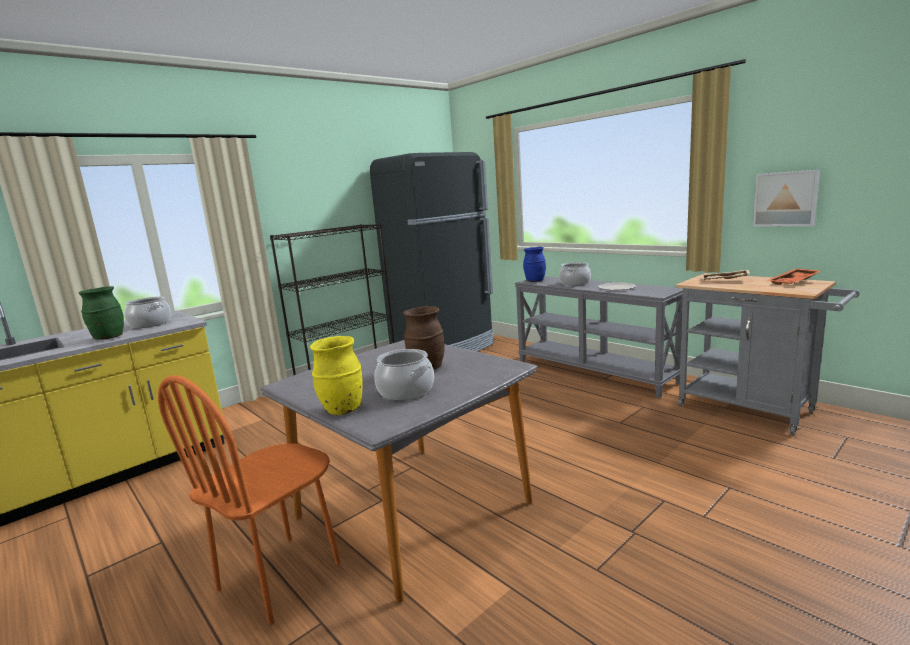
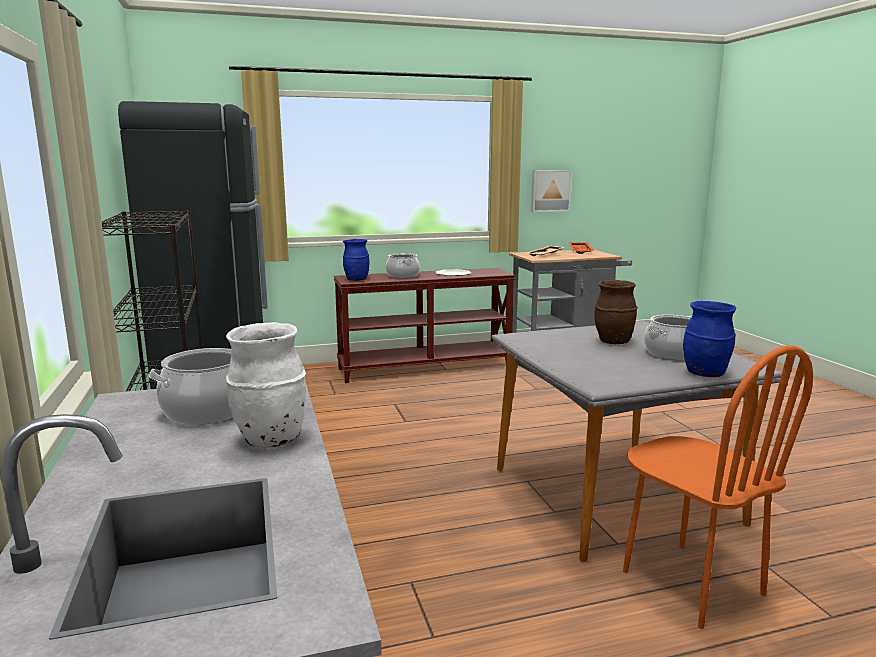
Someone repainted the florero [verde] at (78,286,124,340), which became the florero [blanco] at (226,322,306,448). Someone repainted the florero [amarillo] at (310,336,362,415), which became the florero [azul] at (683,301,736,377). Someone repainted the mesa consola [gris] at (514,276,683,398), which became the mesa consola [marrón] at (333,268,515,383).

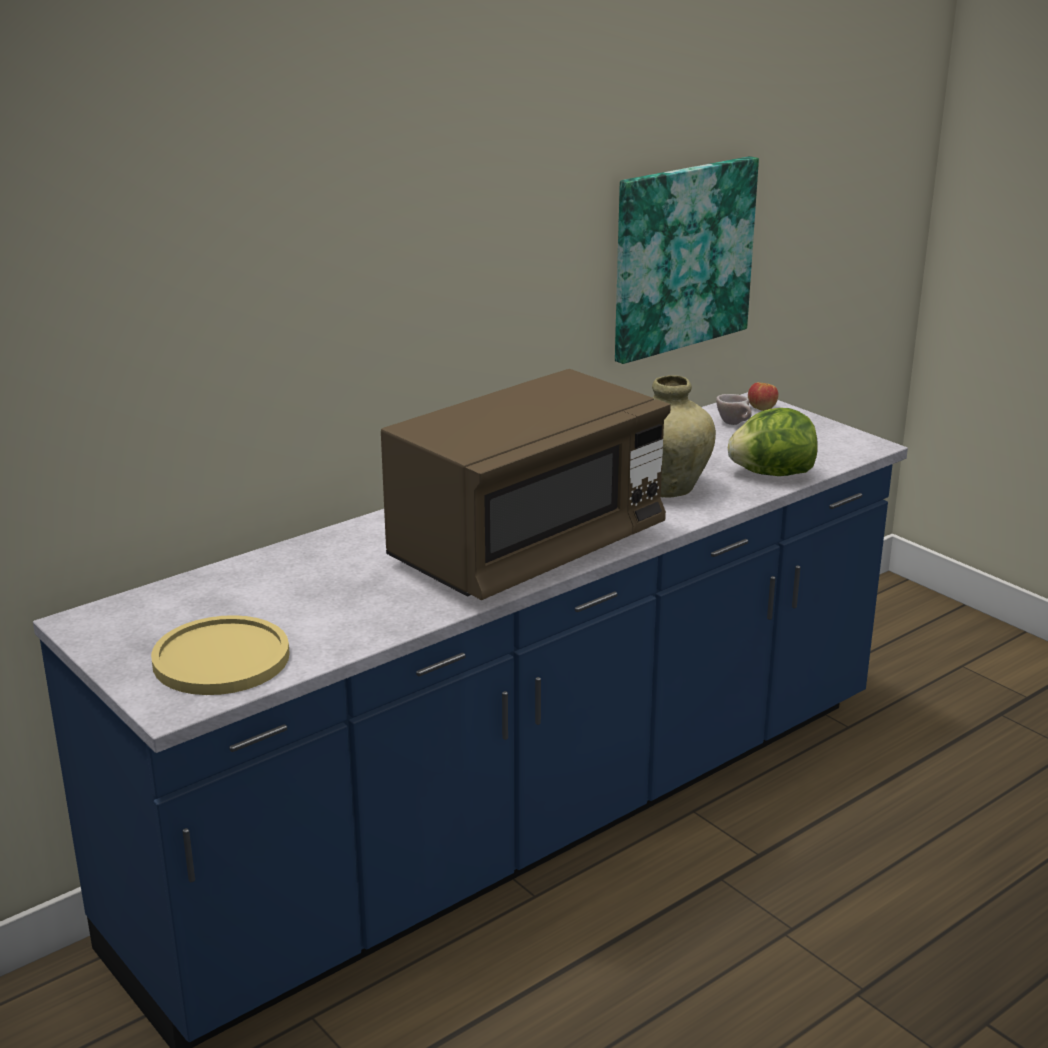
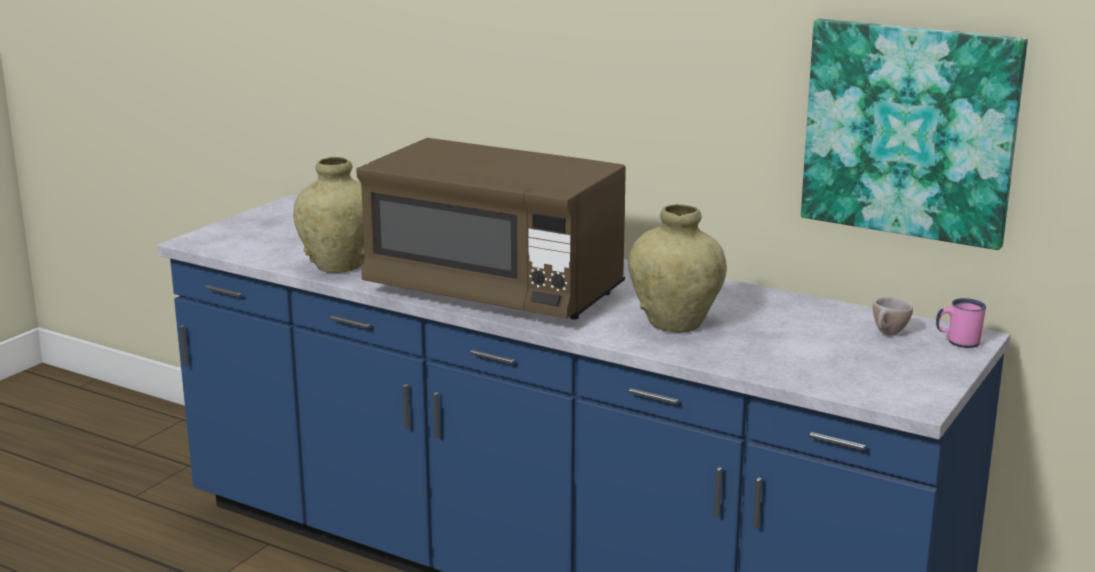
Someone took away the plato [amarillo] at (151,615,290,695). Someone took away the lechuga at (728,408,818,476). Someone put down the florero [beis] at (293,157,365,273). Someone swapped the manzana at (748,382,778,411) for the taza grande [rosa] at (936,298,986,348).

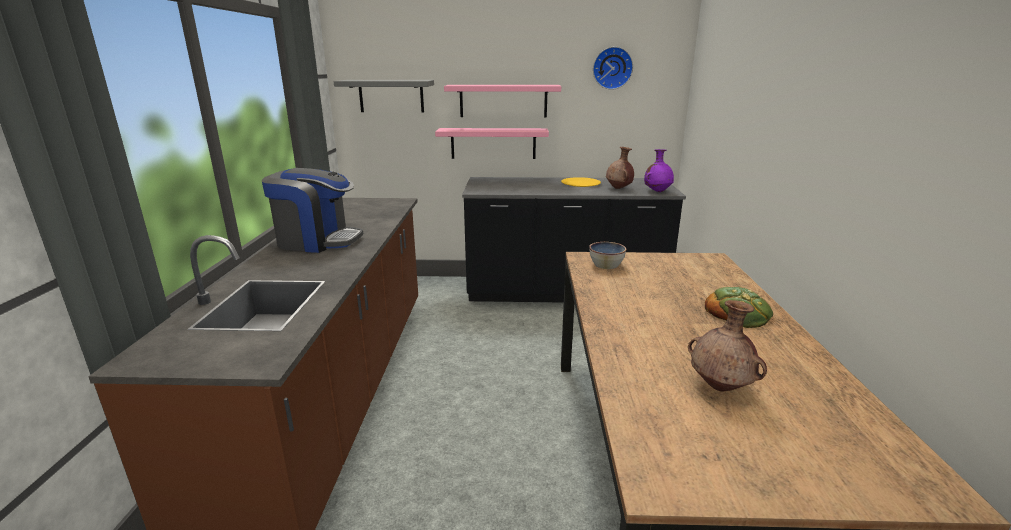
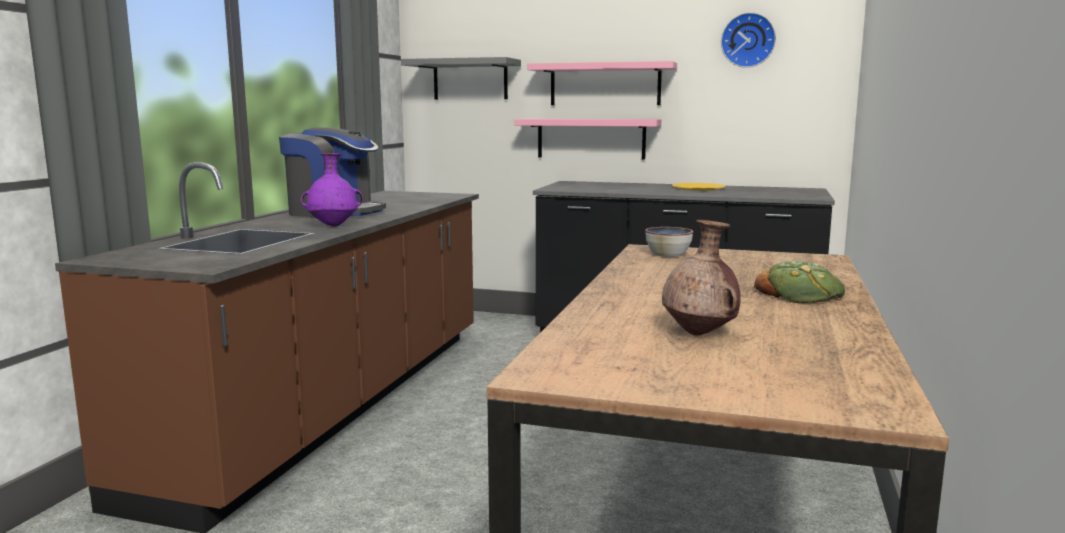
Someone took away the florero [marrón] at (606,147,634,189). Someone carried the florero [morado] from (644,149,674,192) to (300,153,363,227).

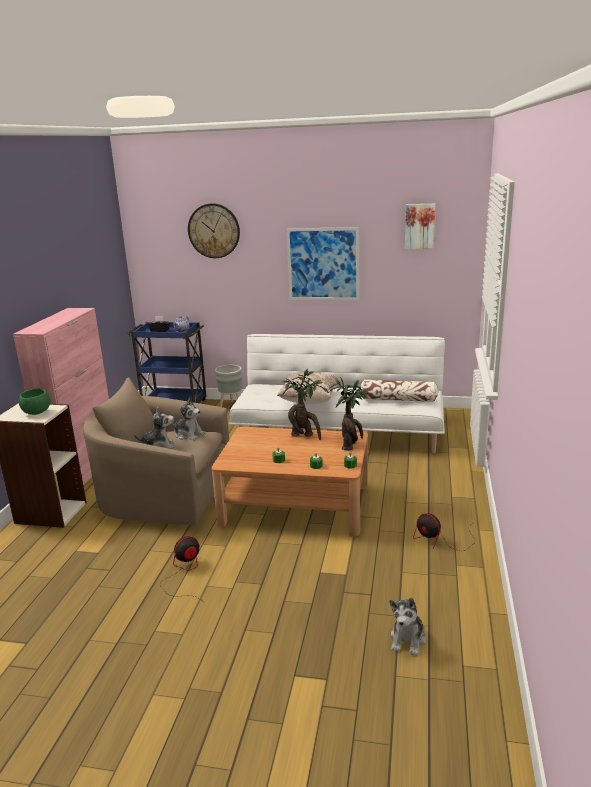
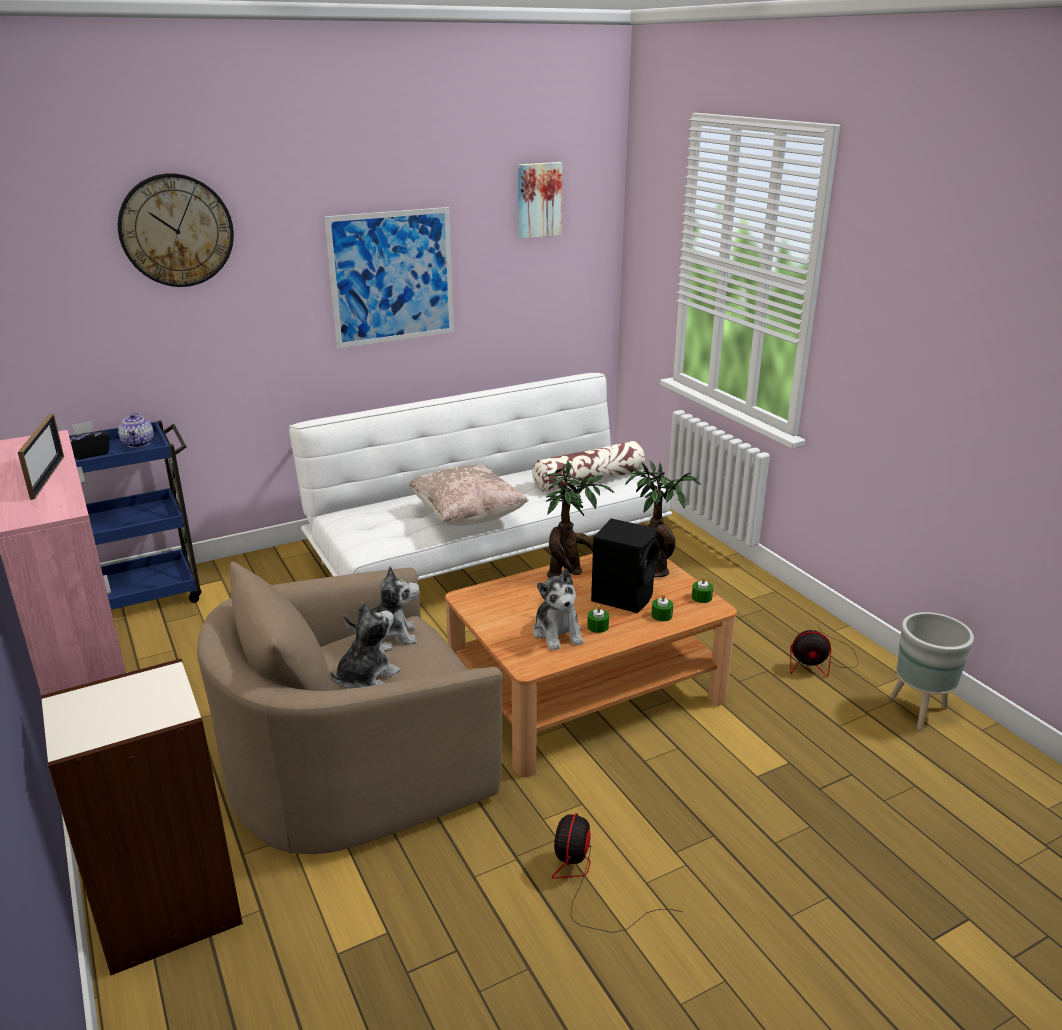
Someone took away the cuenco [verde] at (19,389,51,415). Someone put down the portarretratos at (18,413,64,500). Someone put down the altavoz [negro] at (591,518,660,613). Someone carried the maceta [gris] from (215,365,242,407) to (890,612,974,730). Someone carried the peluche from (389,598,426,656) to (533,569,584,651).

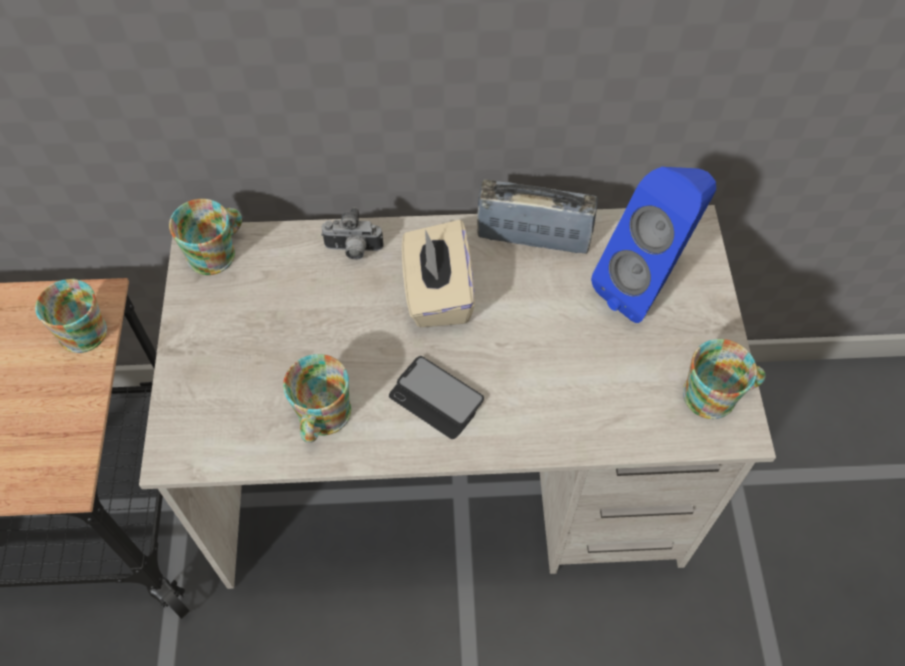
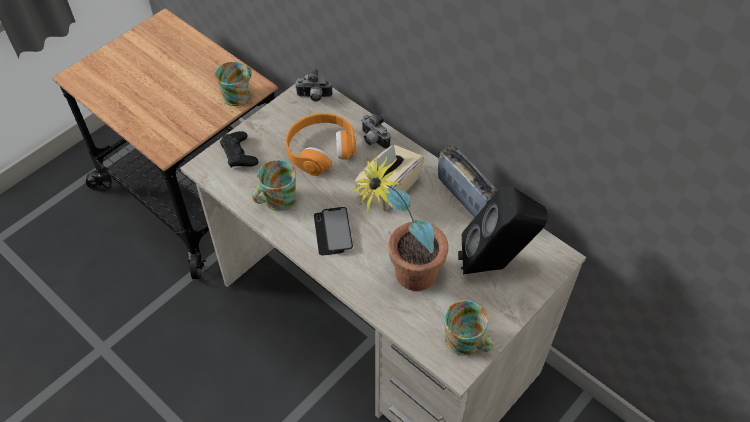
Someone put down the mando de consola [negro] at (220,131,259,168). Someone put down the auriculares [naranja] at (286,113,356,176). Someone put down the planta en maceta at (351,156,449,291). Someone swapped the taza grande at (169,199,242,275) for the cámara at (295,69,333,102). Someone repainted the altavoz [azul] at (591,167,716,323), which became the altavoz [negro] at (458,186,548,275).

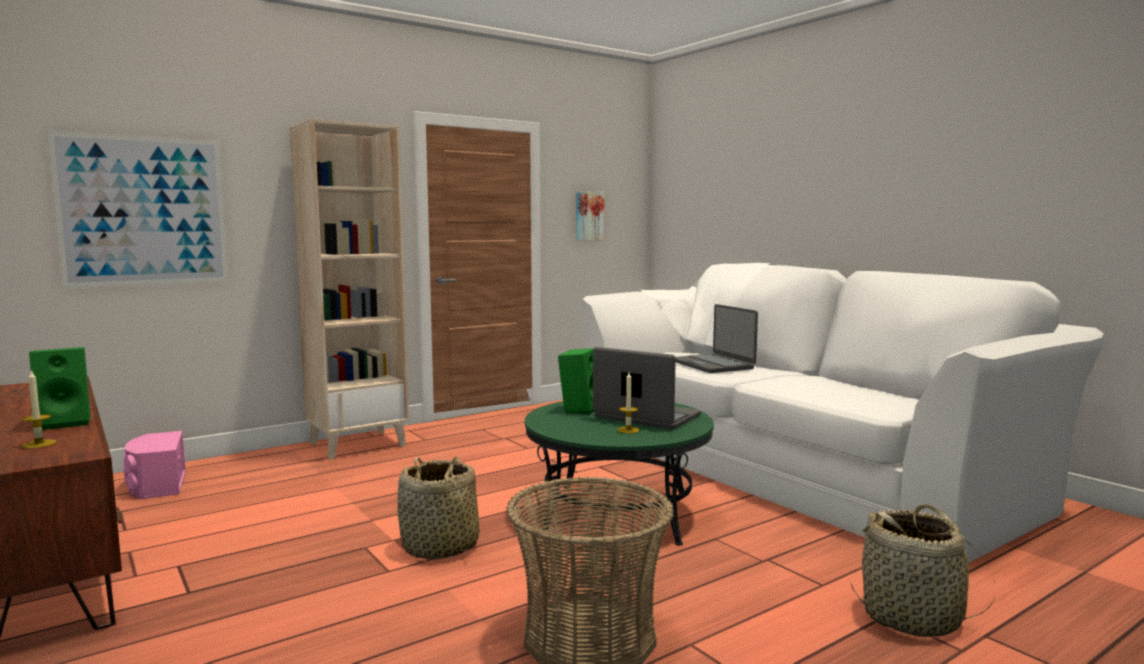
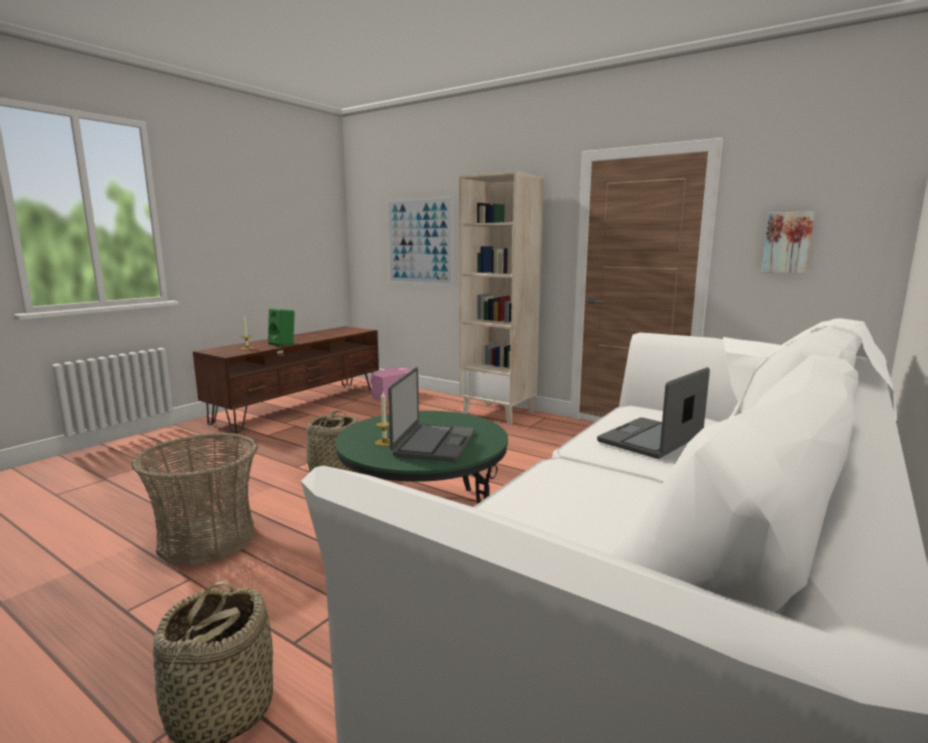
Someone took away the altavoz [verde] at (558,348,594,415).

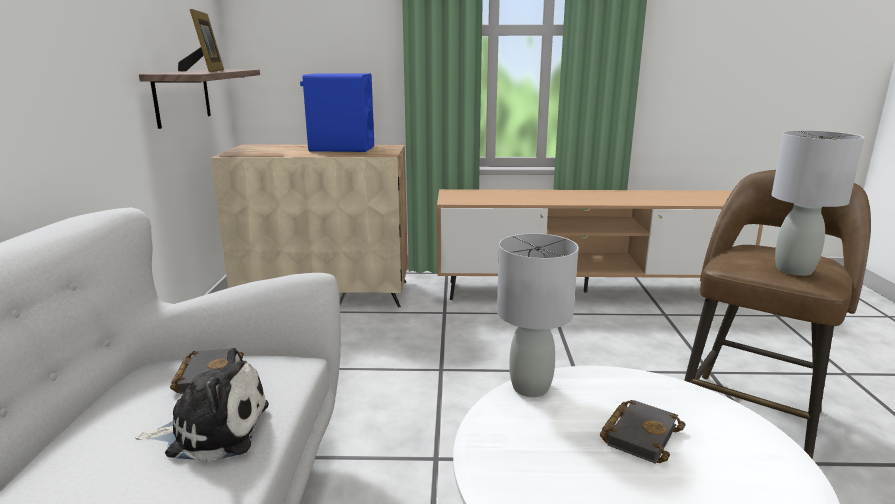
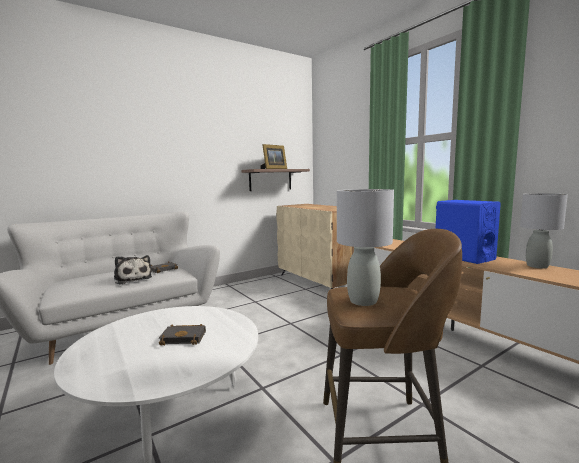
Someone carried the altavoz [azul] from (300,73,374,152) to (435,200,501,264). Someone carried the lámpara de mesa [gris] from (497,233,579,397) to (520,193,568,269).

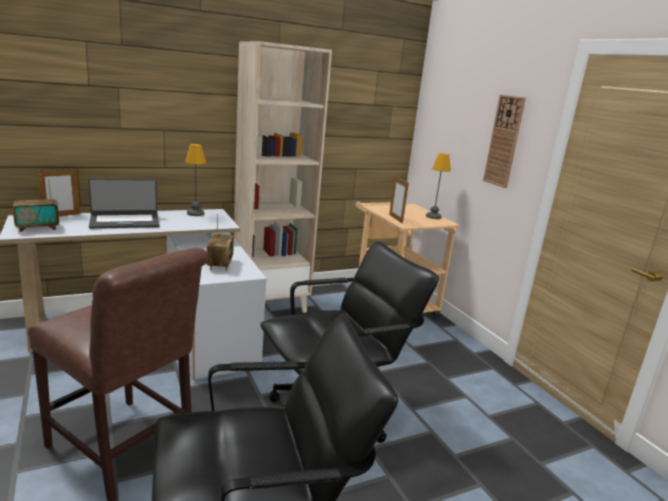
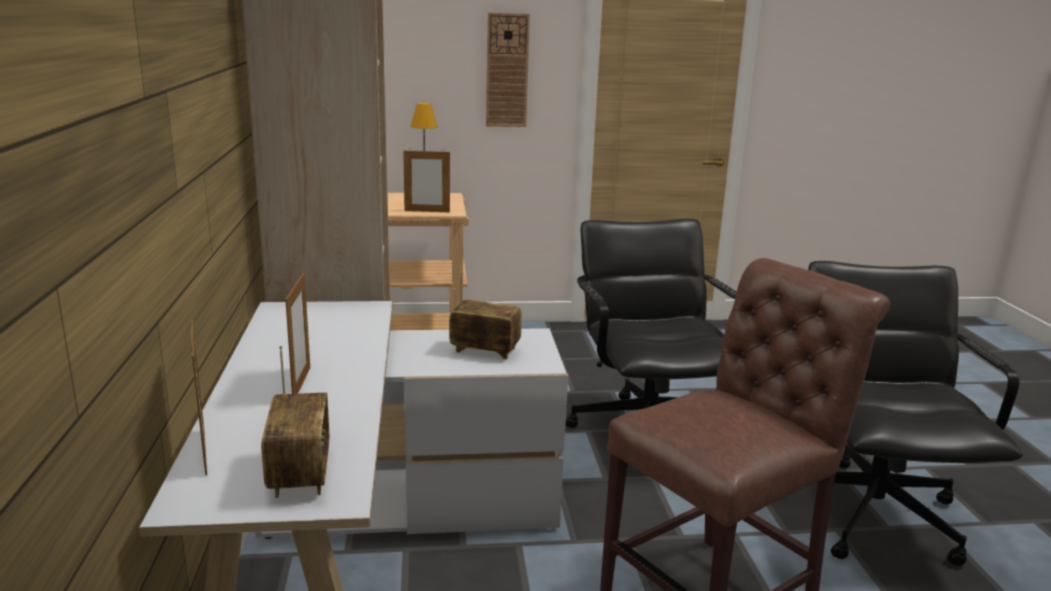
Someone took away the lámpara de mesa at (185,144,206,216). Someone swapped the portátil at (88,178,159,229) for the portarretratos at (285,272,310,394).

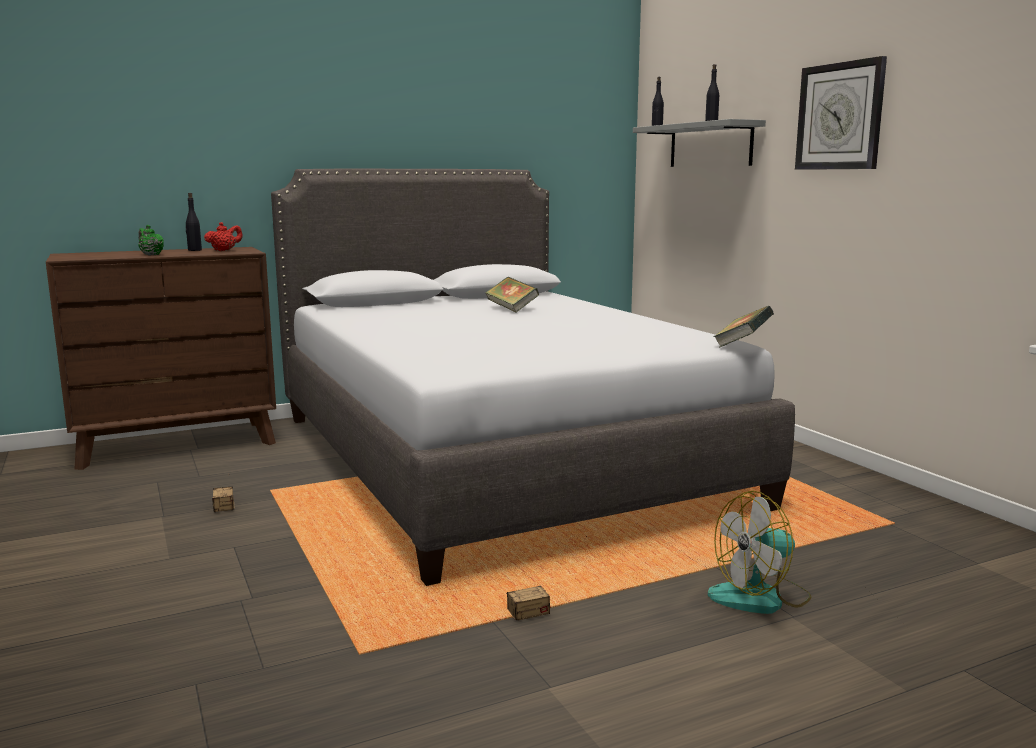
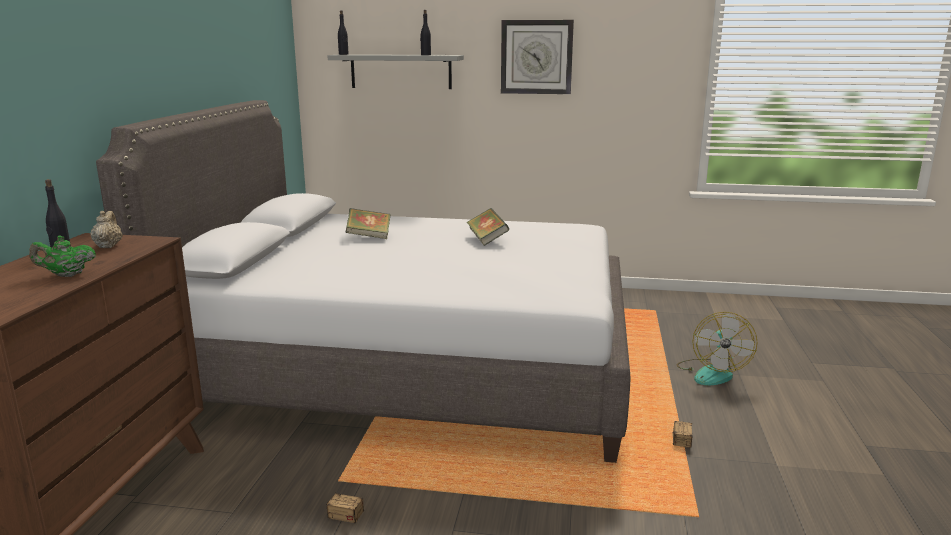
Someone carried the libro from (713,306,774,348) to (466,208,510,246). Someone repainted the tetera [rojo] at (204,222,243,251), which became the tetera [beis] at (90,211,123,248).

